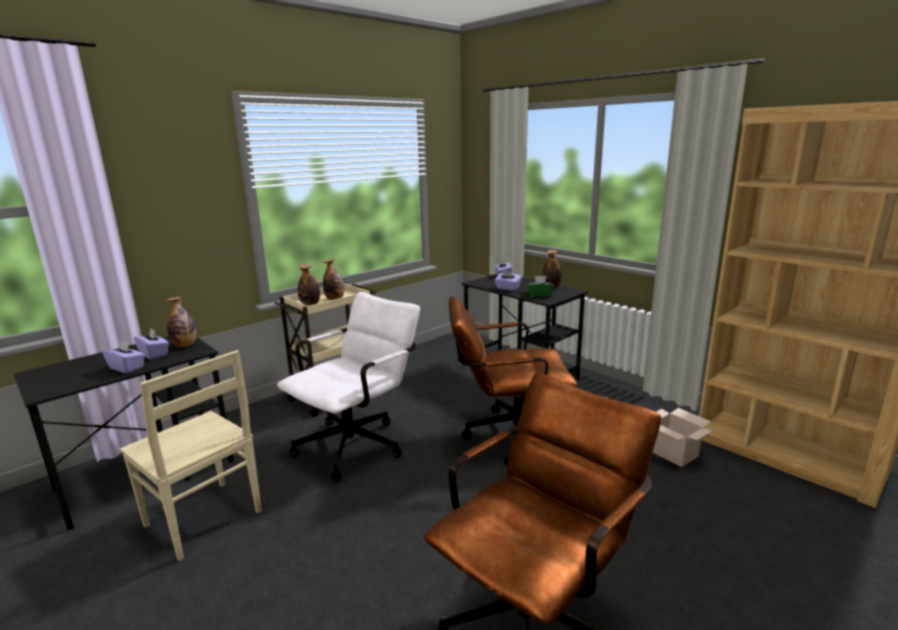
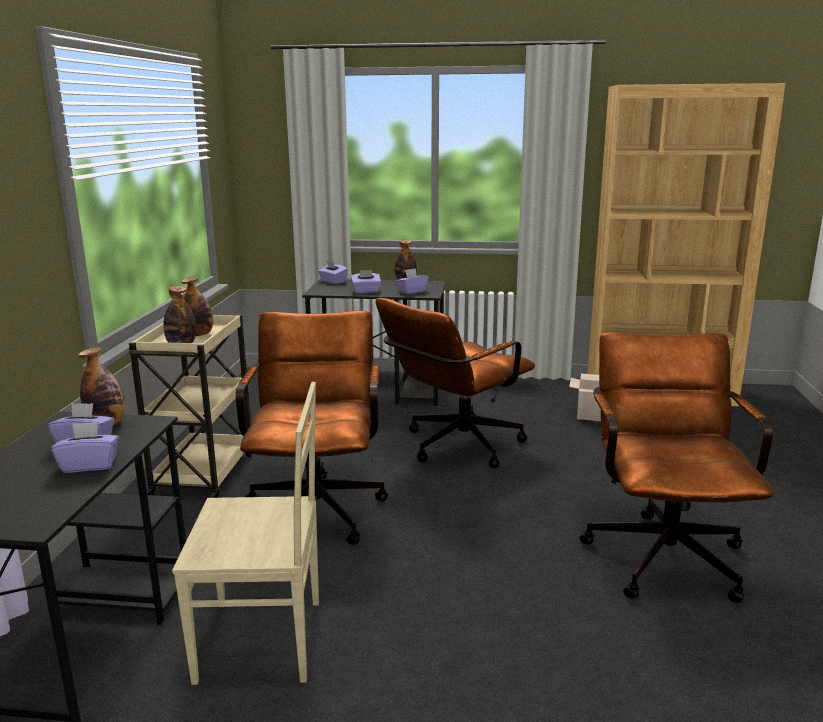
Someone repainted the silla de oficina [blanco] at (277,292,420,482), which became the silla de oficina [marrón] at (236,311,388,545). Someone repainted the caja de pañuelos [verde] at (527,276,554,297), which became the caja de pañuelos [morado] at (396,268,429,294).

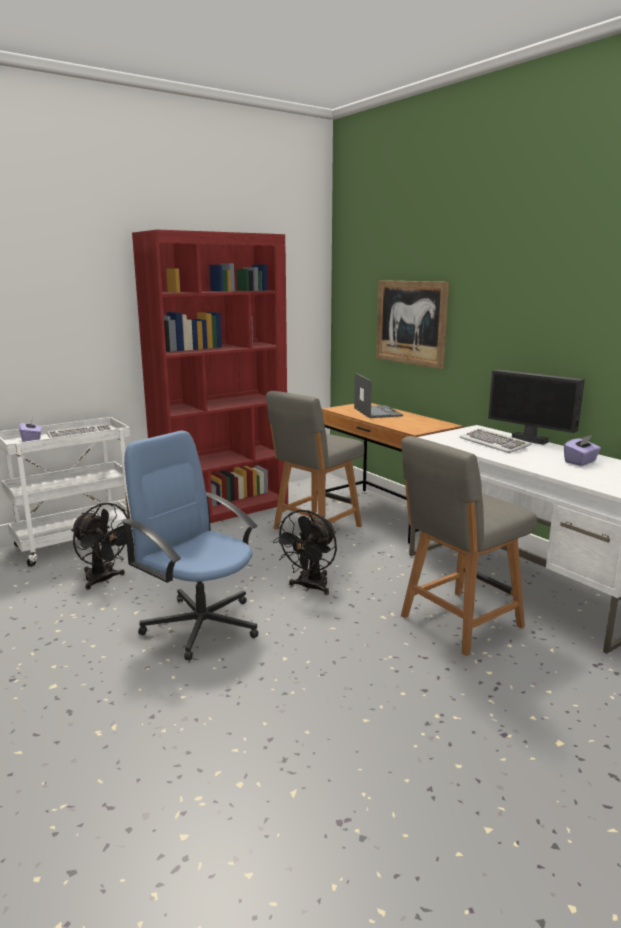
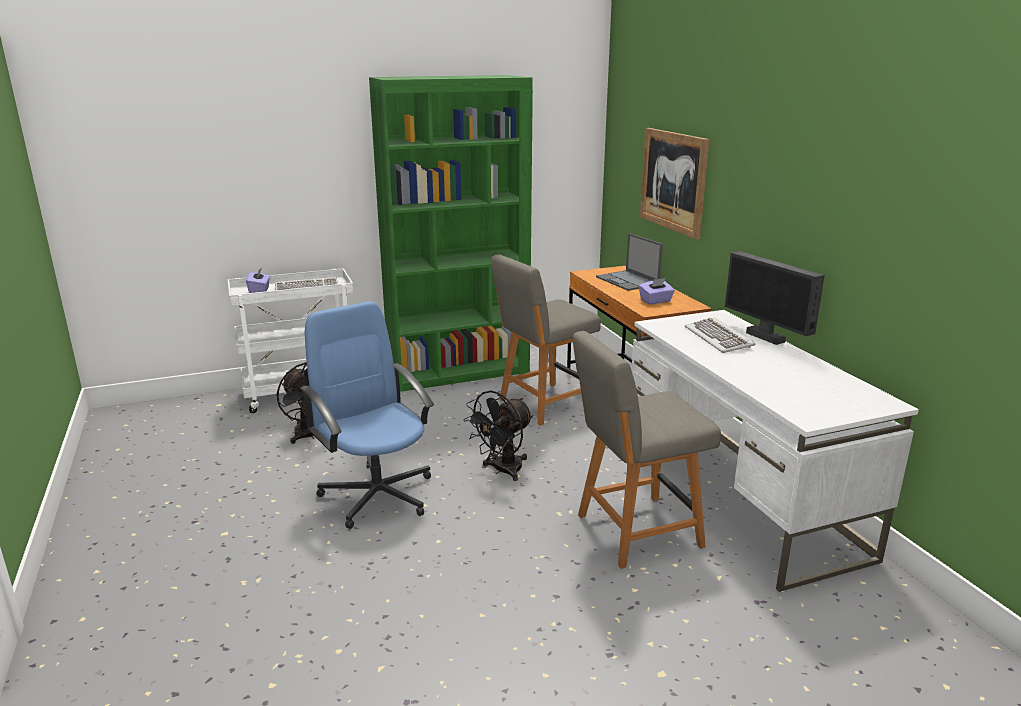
Someone carried the caja de pañuelos [morado] from (564,435,601,466) to (639,278,675,305). Someone repainted the estantería [rojo] at (132,229,288,523), which became the estantería [verde] at (369,75,533,392). Someone rotated the portátil at (354,373,403,418) by 150 degrees clockwise.

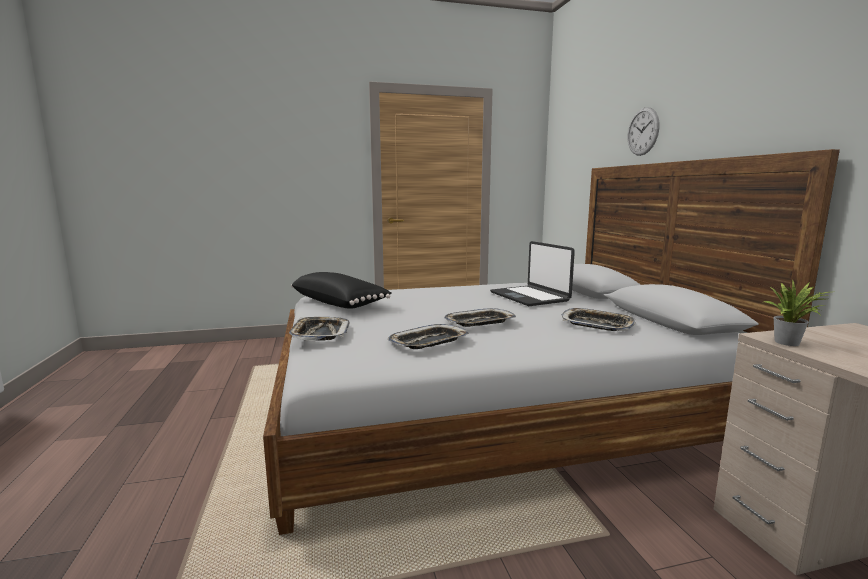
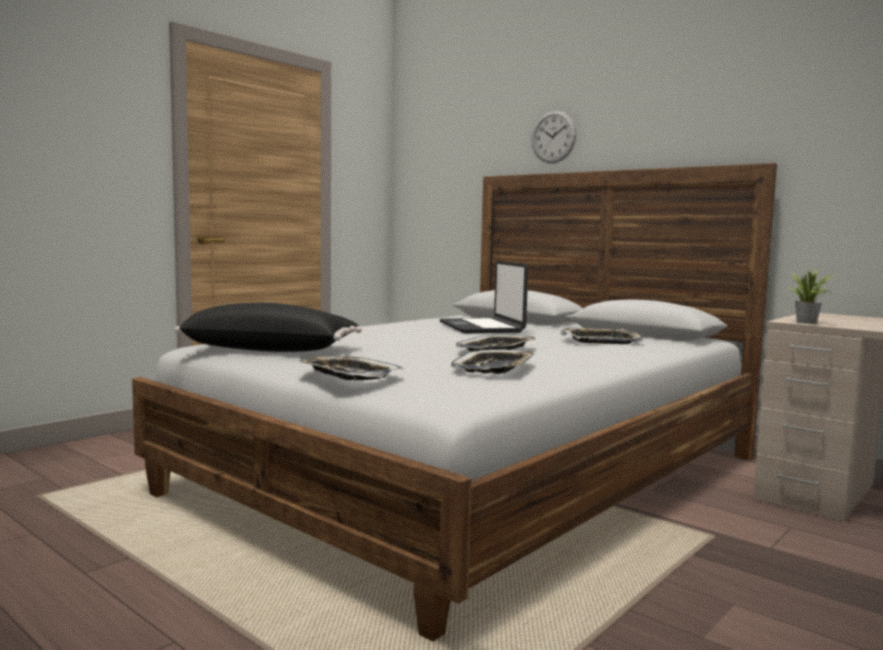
Someone rotated the portátil at (490,241,575,306) by 45 degrees clockwise.

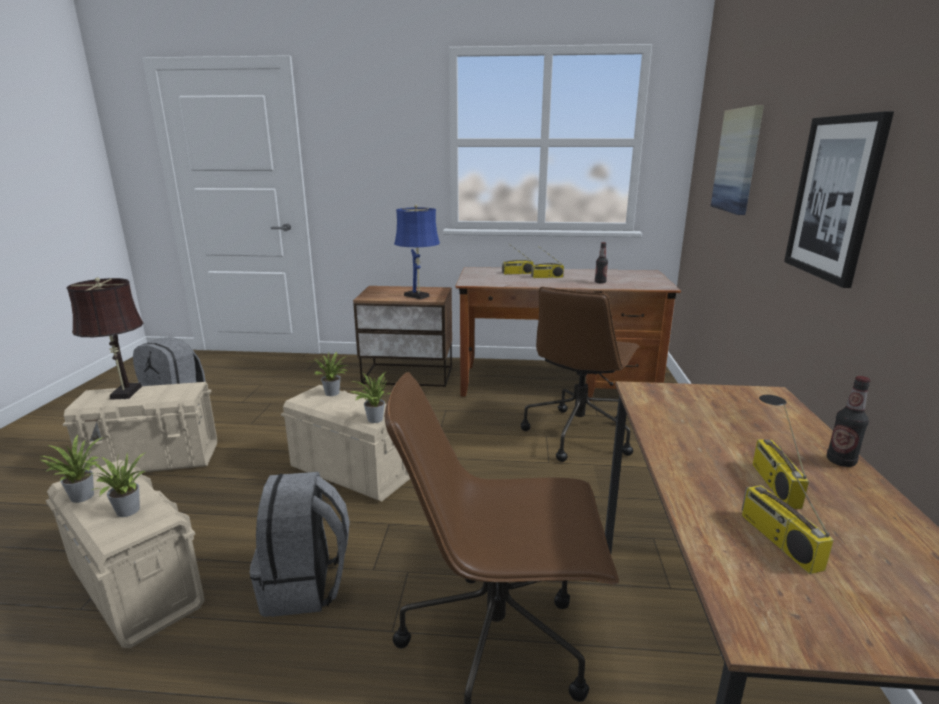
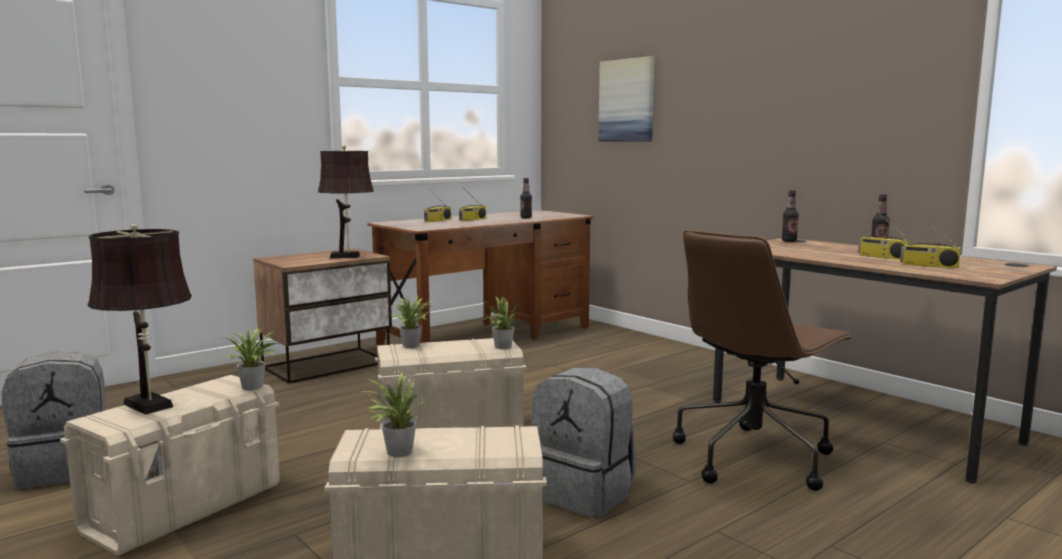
Someone took away the silla de oficina [marrón] at (521,287,640,462). Someone took away the cuadro at (784,111,894,288). Someone put down the botella at (782,190,799,242). Someone carried the planta en maceta from (82,452,146,517) to (219,326,279,390). Someone repainted the lámpara de mesa [azul] at (394,204,440,299), which became the lámpara de mesa [marrón] at (318,145,374,258).

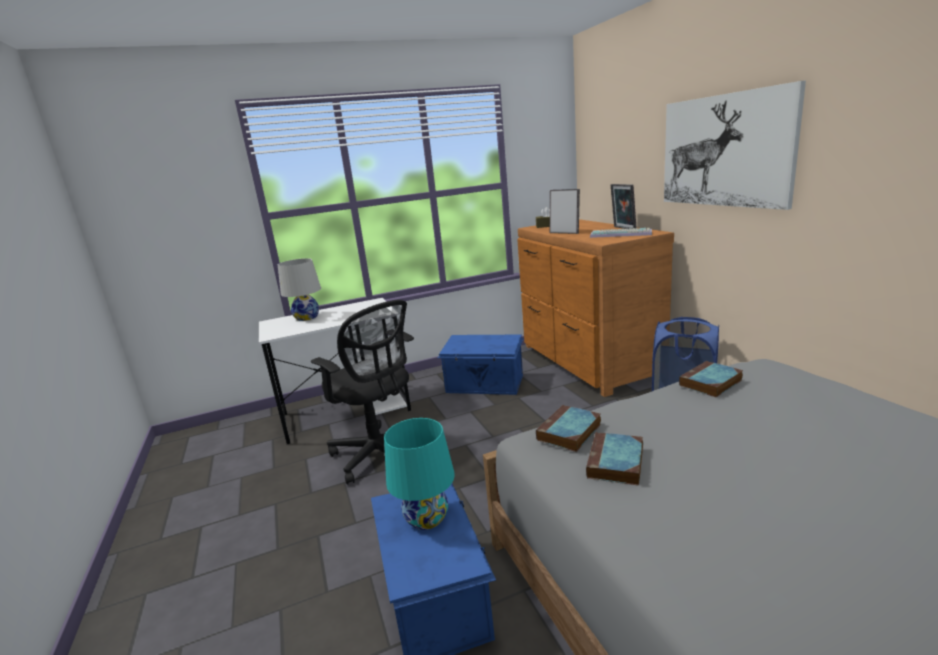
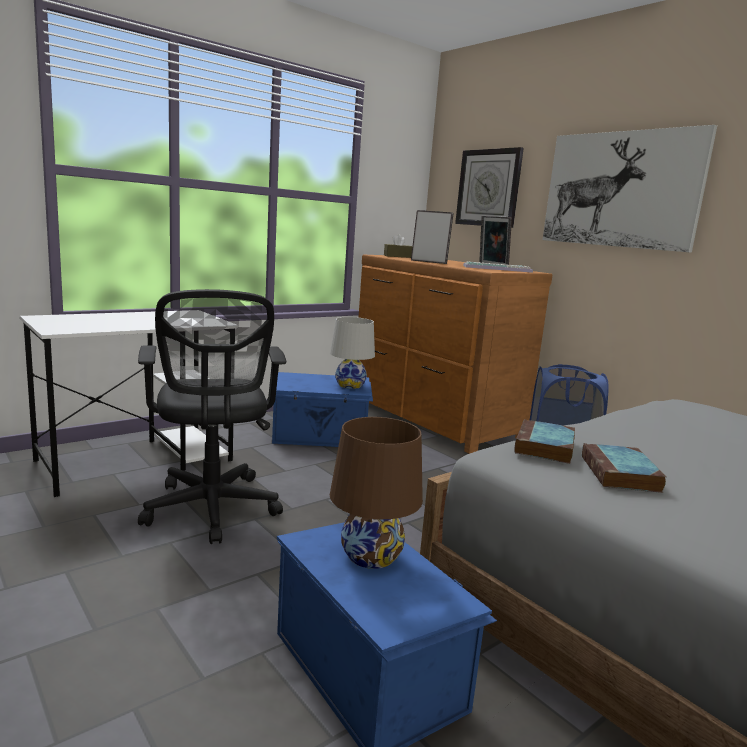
Someone took away the libro at (679,361,743,397). Someone put up the reloj de pared at (455,147,524,228). Someone carried the lámpara de mesa [blanco] from (278,258,321,321) to (330,317,375,389). Someone repainted the lámpara de mesa [turquesa] at (384,418,455,530), which became the lámpara de mesa [marrón] at (330,417,423,569). Someone rotated the silla de oficina [negro] at (311,300,414,485) by 45 degrees clockwise.

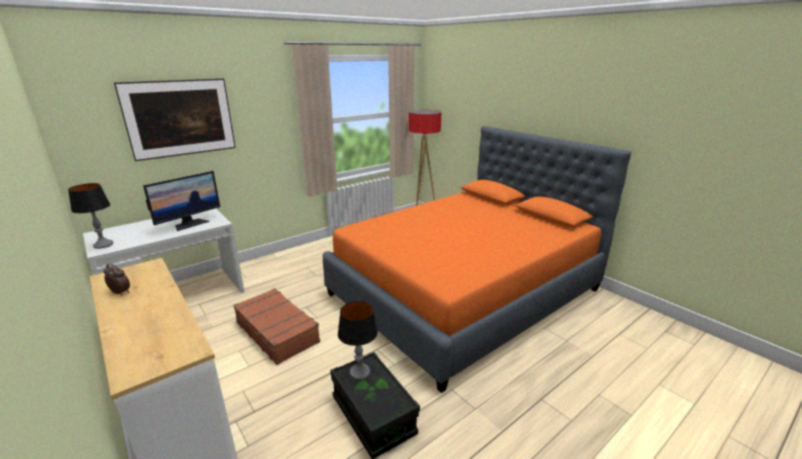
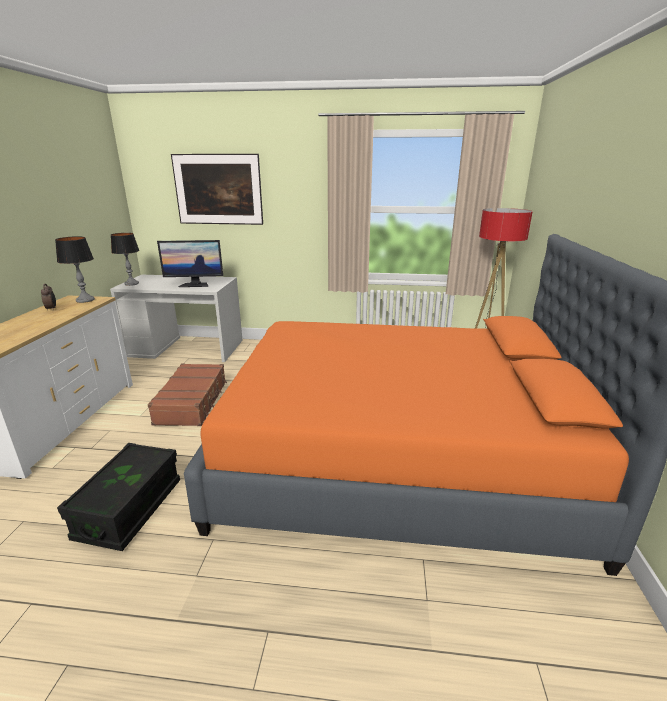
Someone carried the lámpara de mesa from (338,301,378,380) to (55,236,95,303).

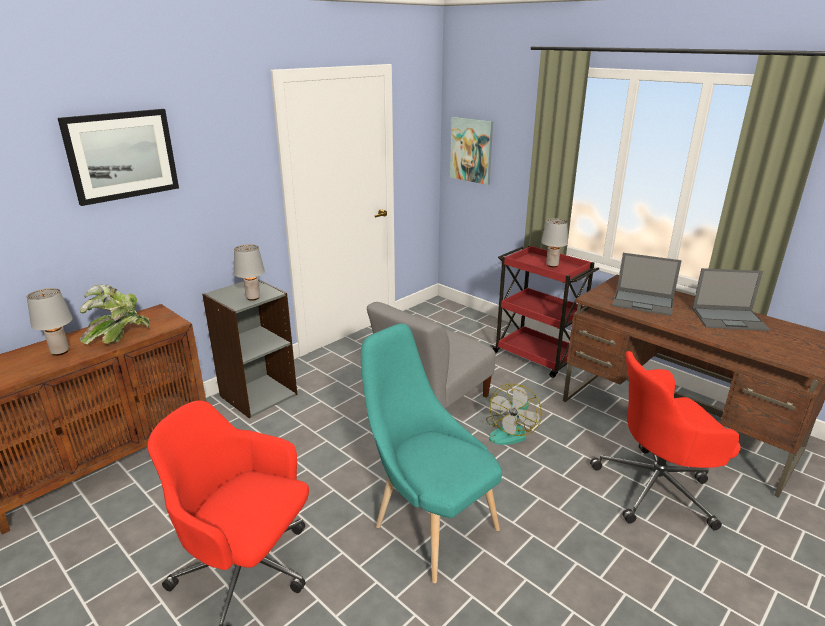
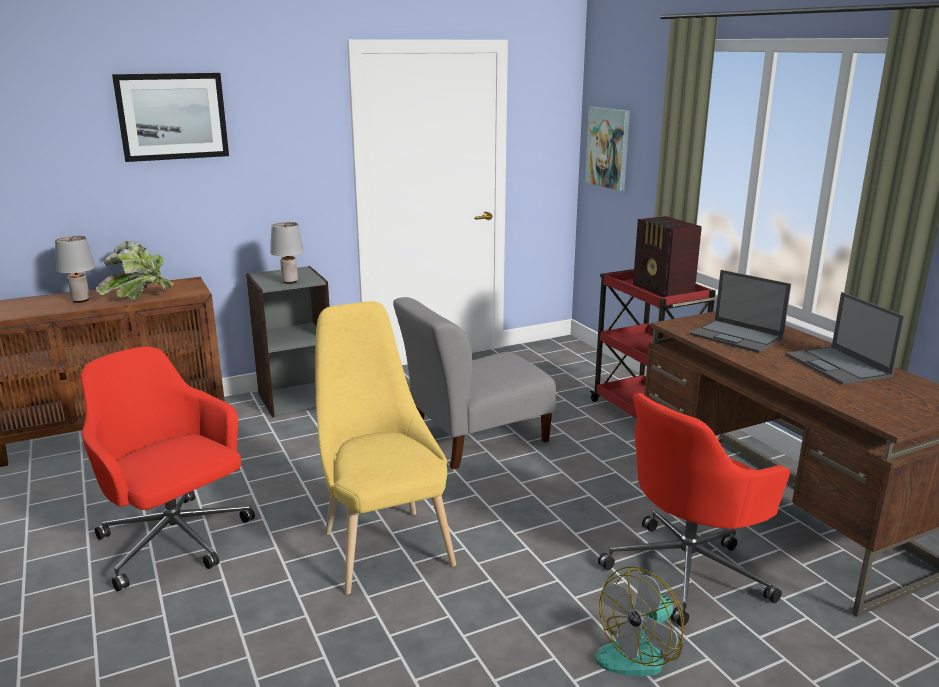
Someone carried the ventilador from (486,384,542,445) to (595,567,684,676). Someone swapped the lámpara de mesa [gris] at (541,218,568,267) for the radio at (633,216,702,297). Someone repainted the silla [turquesa] at (361,323,502,583), which became the silla [amarillo] at (315,301,456,594). Someone rotated the silla de oficina [rojo] at (590,351,741,530) by 45 degrees counterclockwise. Someone rotated the portátil at (692,268,770,331) by 45 degrees clockwise.

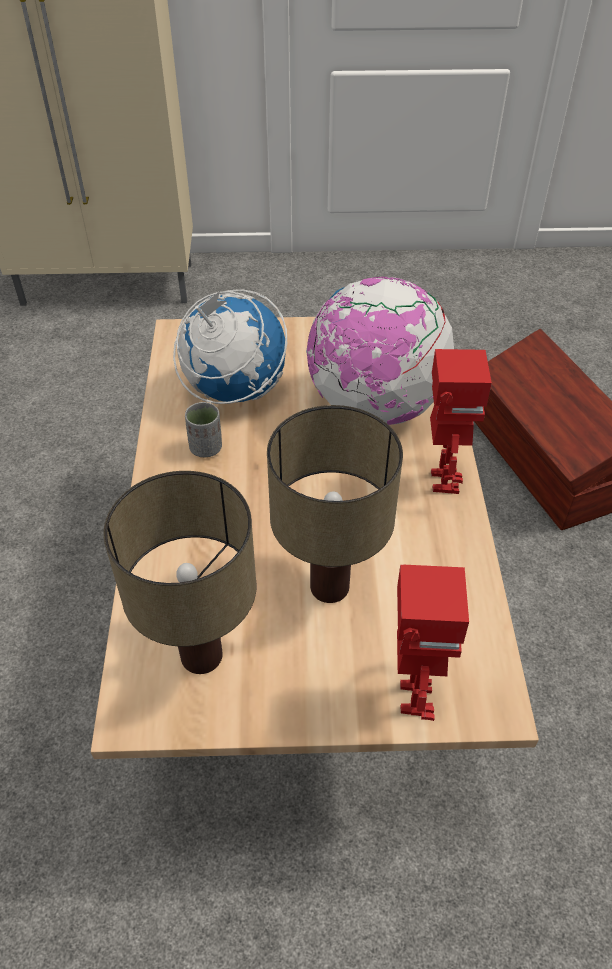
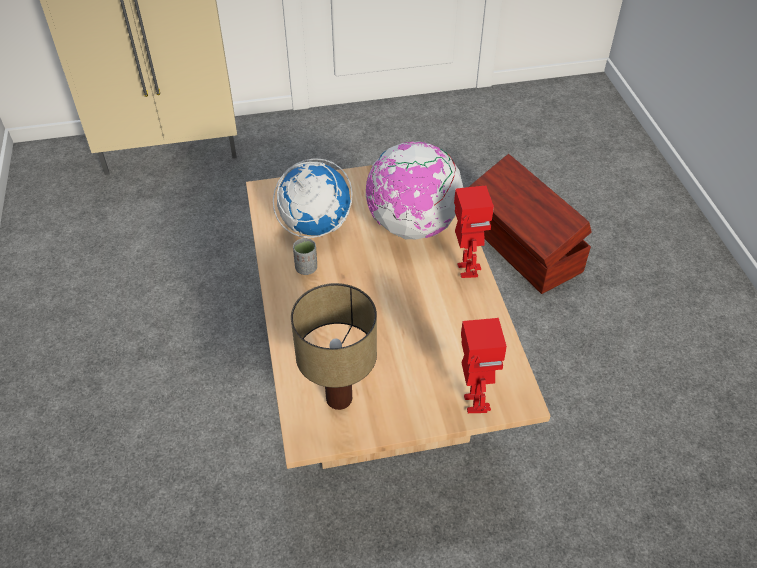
Someone took away the lámpara de mesa at (267,405,403,603).

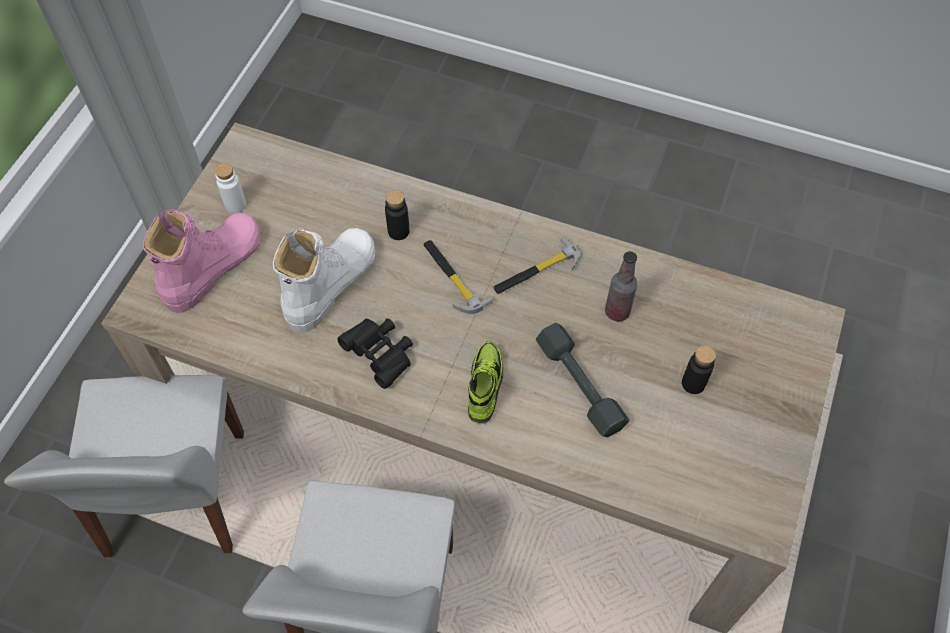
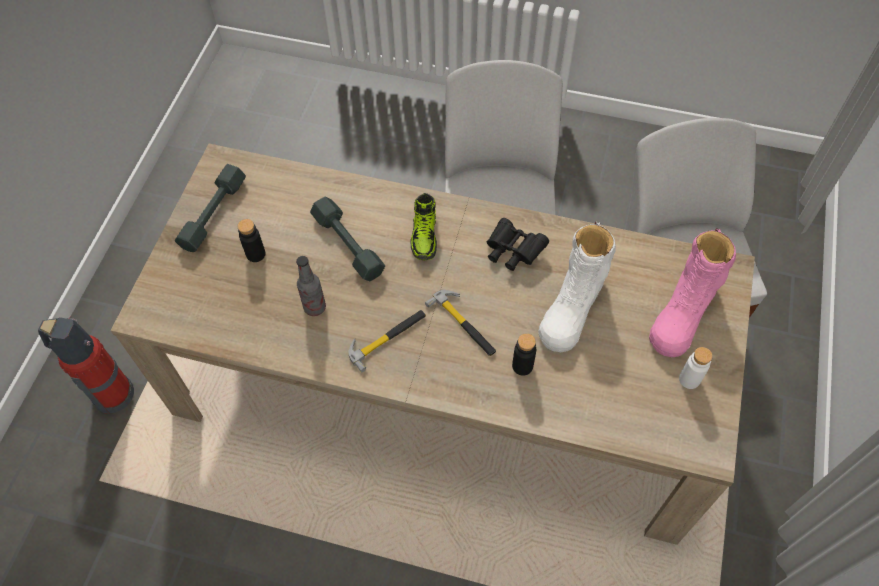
Someone put down the extintor at (38,316,134,414). Someone put down the mancuerna [gris] at (175,164,246,252).

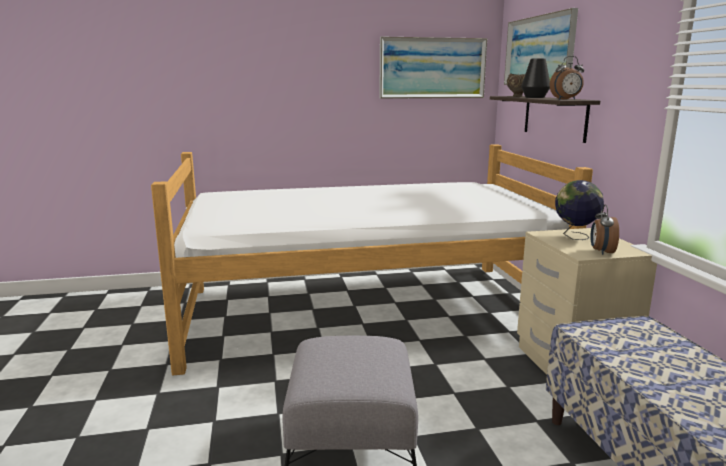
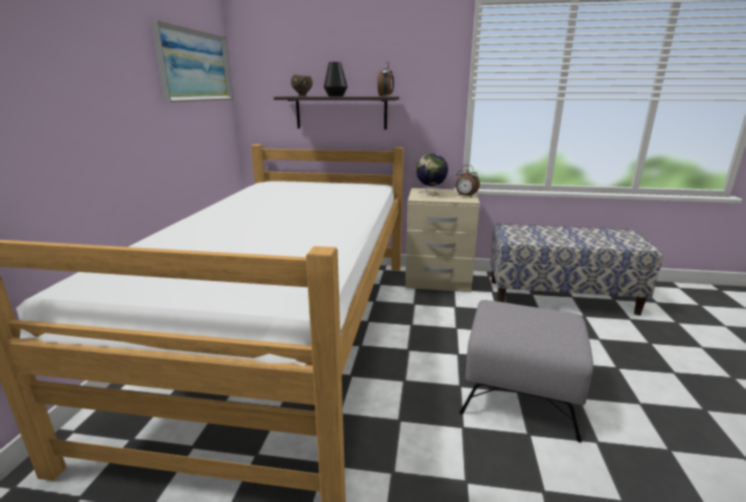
Someone took away the cuadro at (504,8,578,85).

